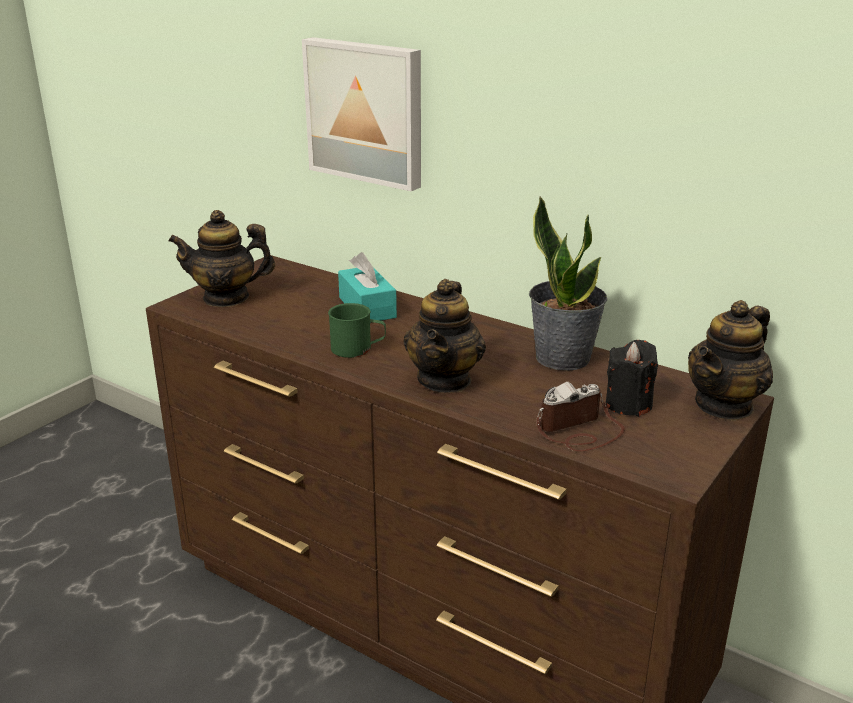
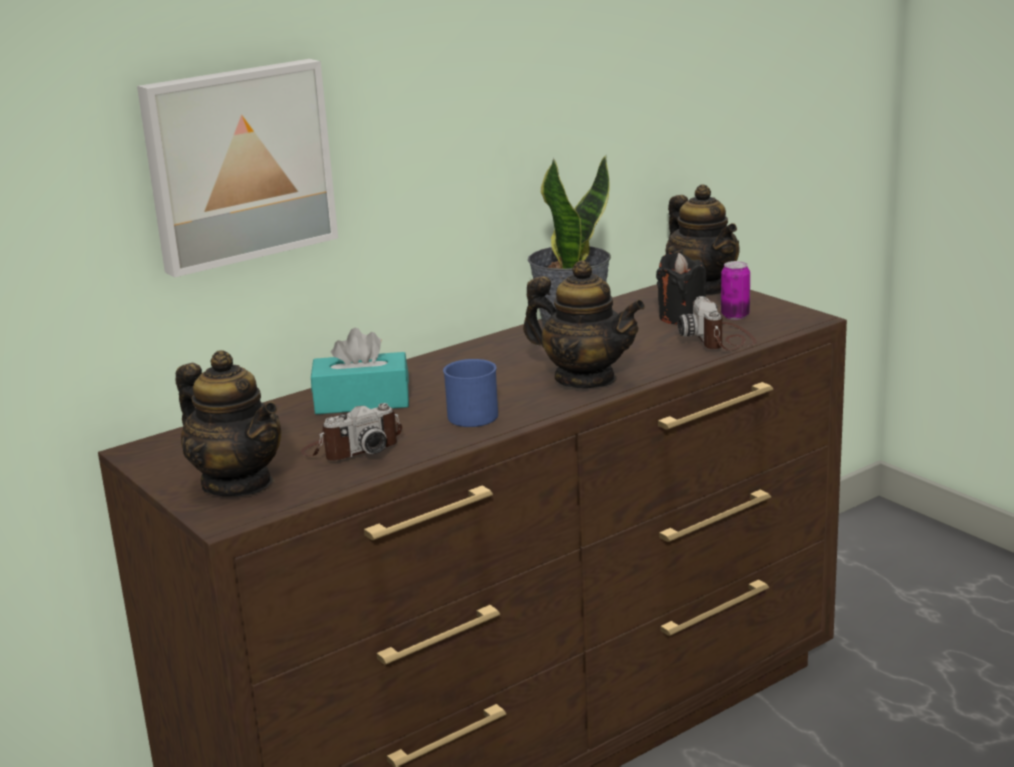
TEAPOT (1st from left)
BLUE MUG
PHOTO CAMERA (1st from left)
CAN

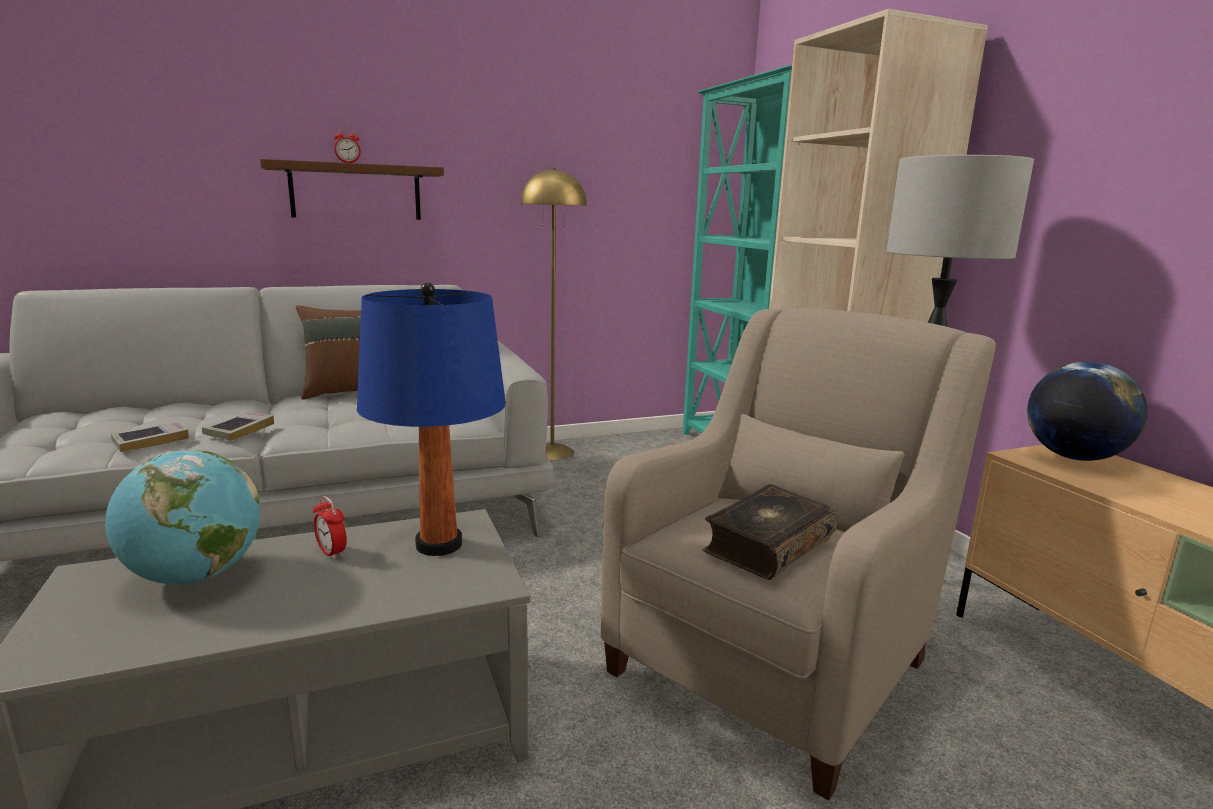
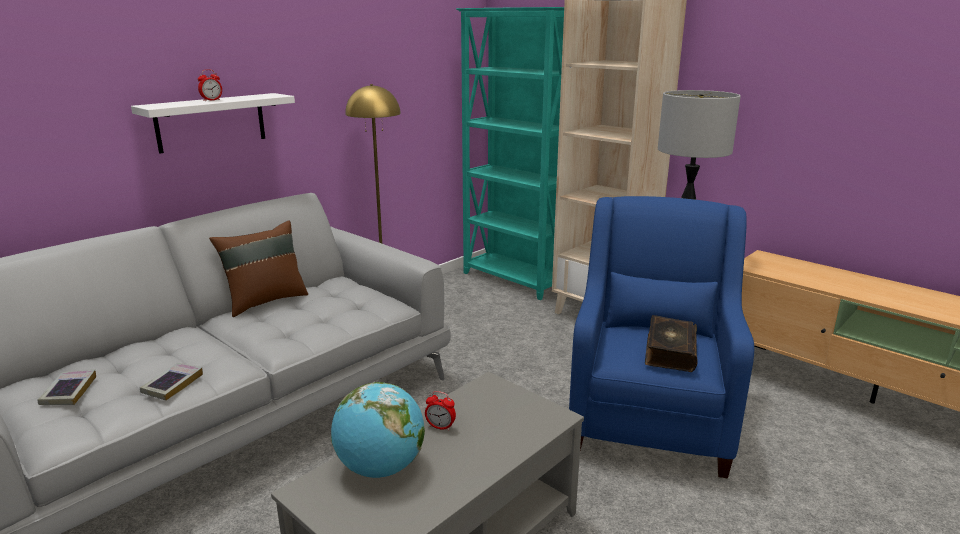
BOOK (1st from left)
WHITE SHELF
BLUE TABLE LAMP
BLUE ARMCHAIR
GLOBE (2nd from left in the first image)

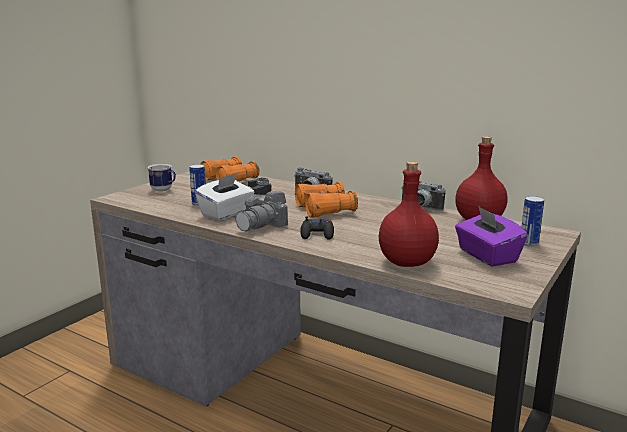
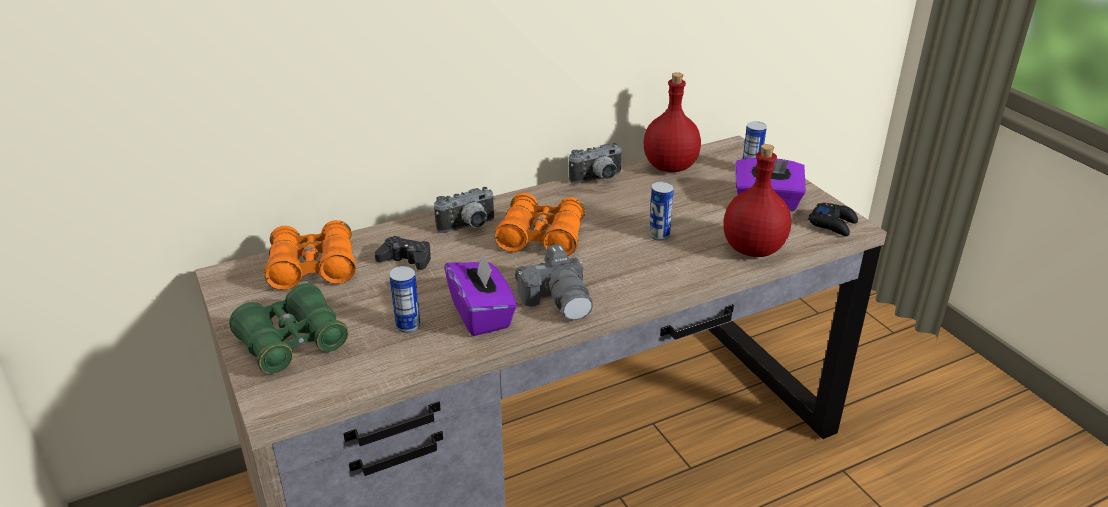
GREEN BINOCULARS
PURPLE TISSUE BOX (1st from left)
BLACK GAME CONTROLLER (2nd from left)
CAN (2nd from left)

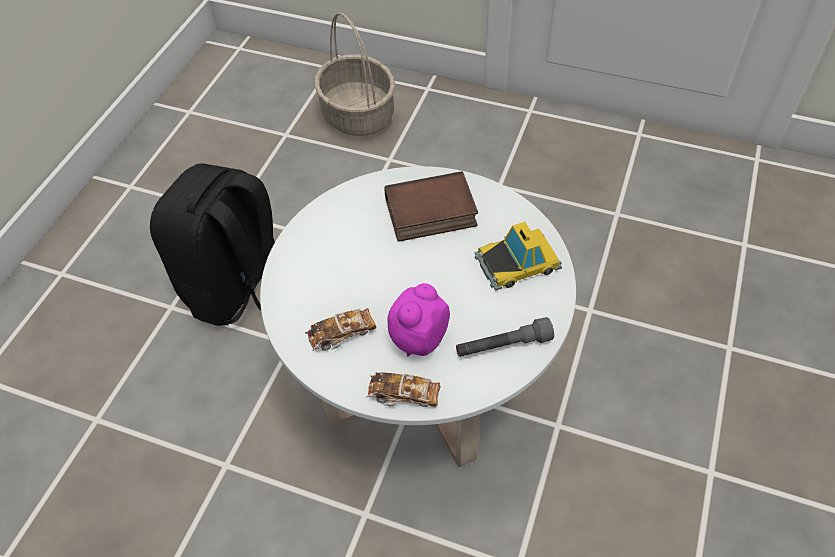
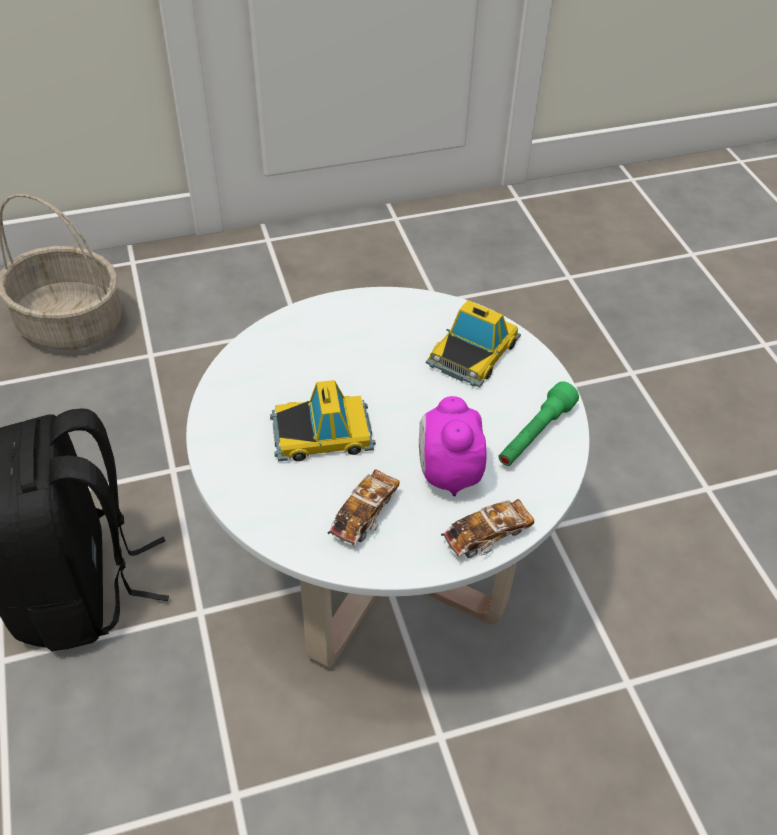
BOOK
GREEN FLASHLIGHT
TOY CAR (1st from left)

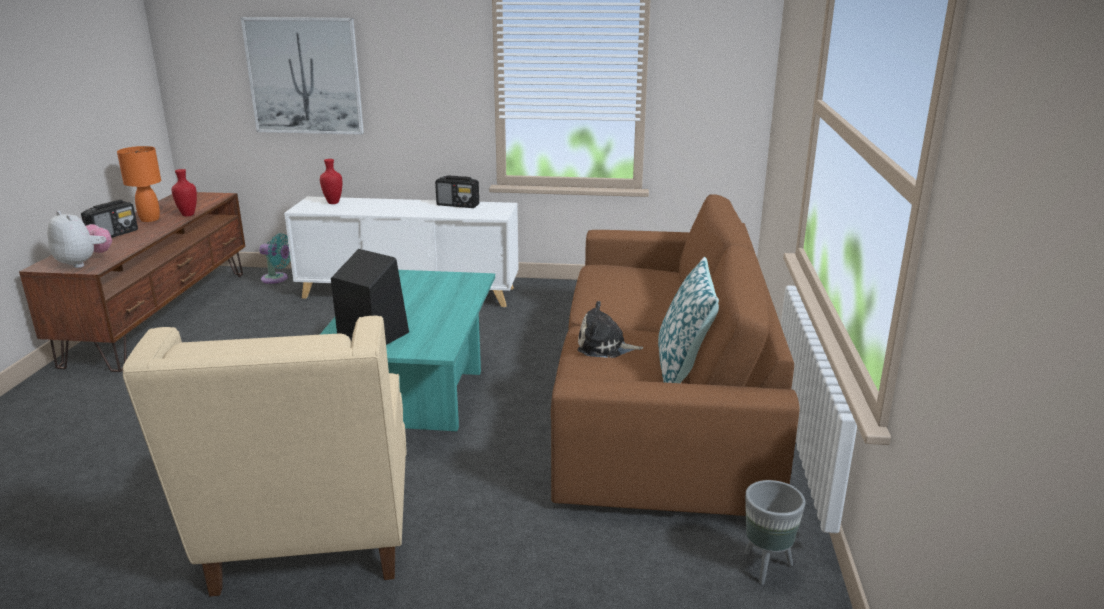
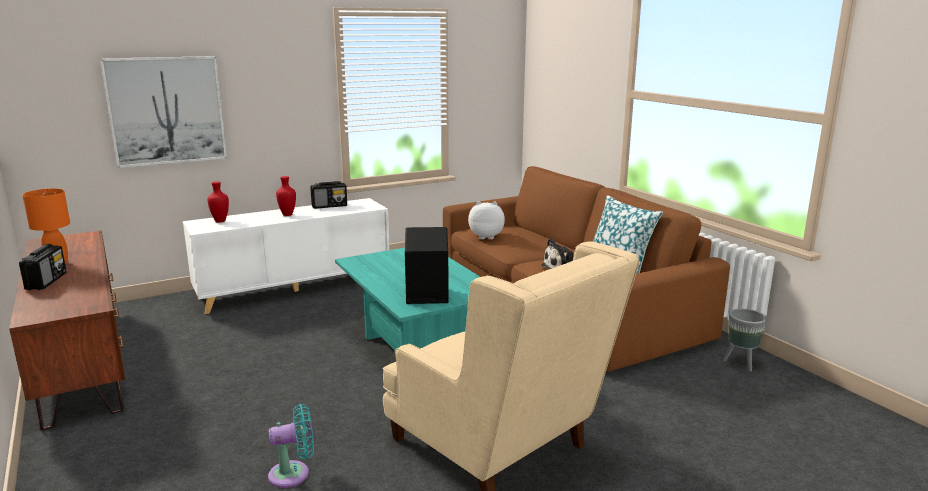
PLUSH TOY (1st from left)
RED VASE (2nd from left)
TURQUOISE FAN

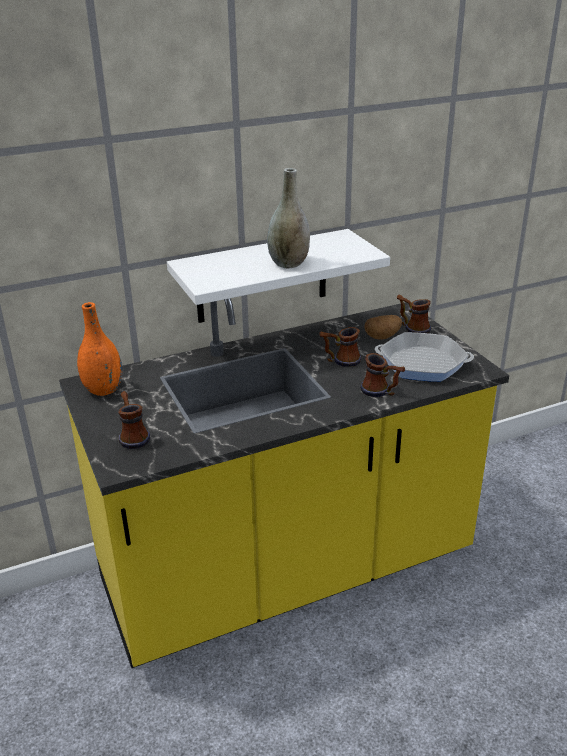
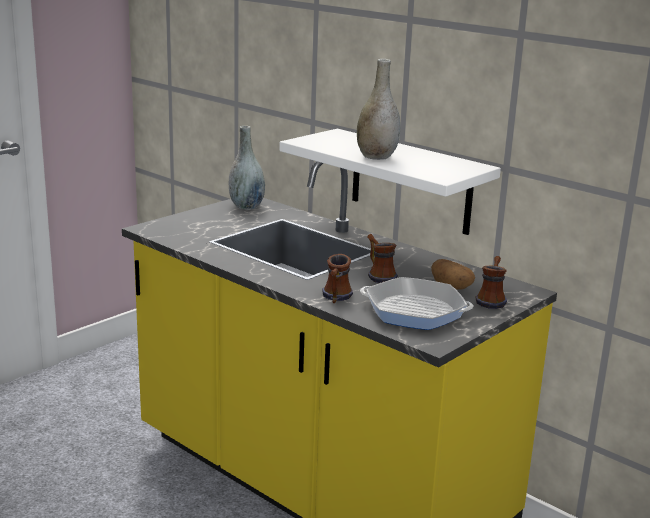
GREY VASE (1st from left)
MUG (1st from left in the first image)
FRYING PAN

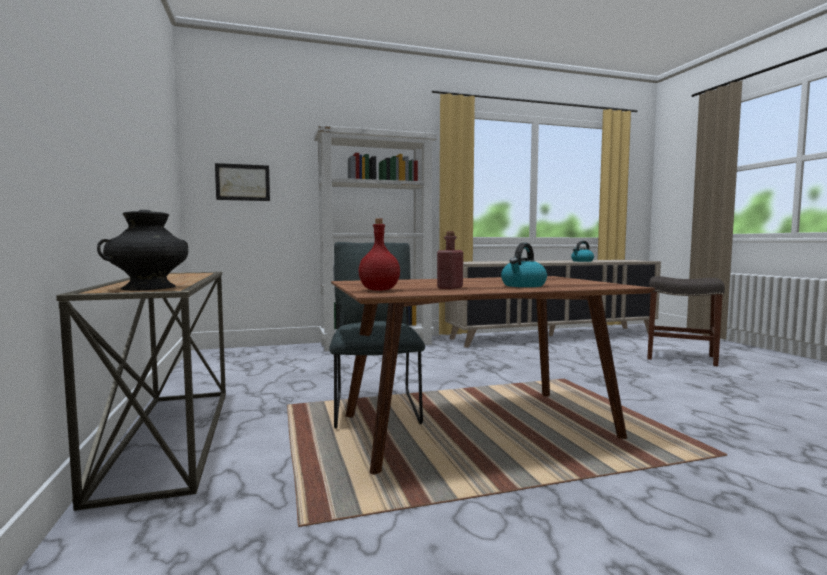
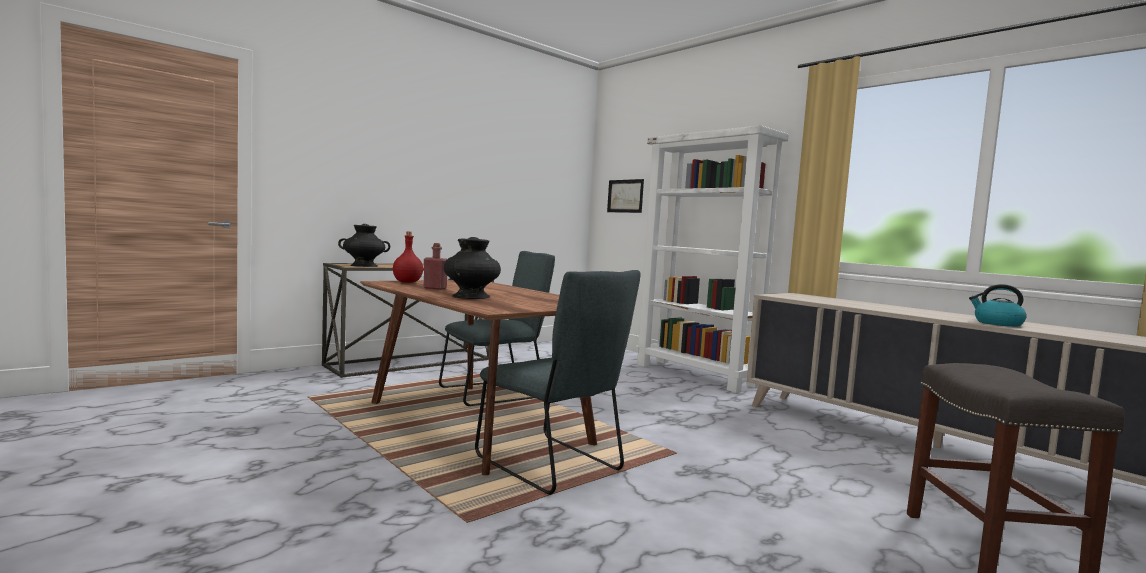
BLACK VASE (2nd from left)
GREY CHAIR (2nd from left)

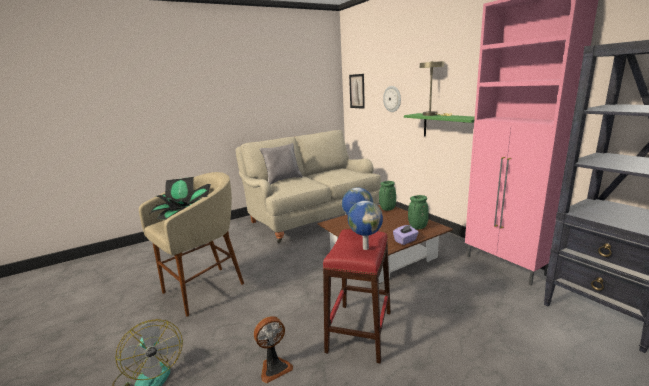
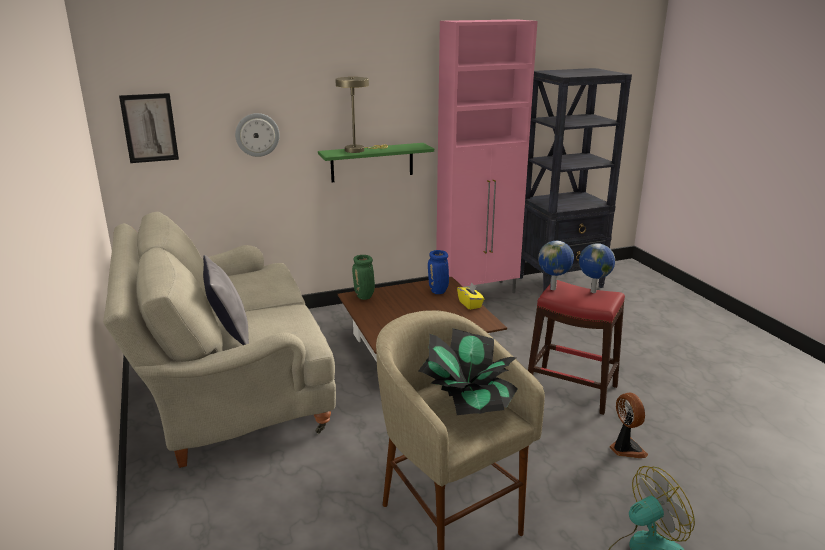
YELLOW TISSUE BOX
BLUE VASE

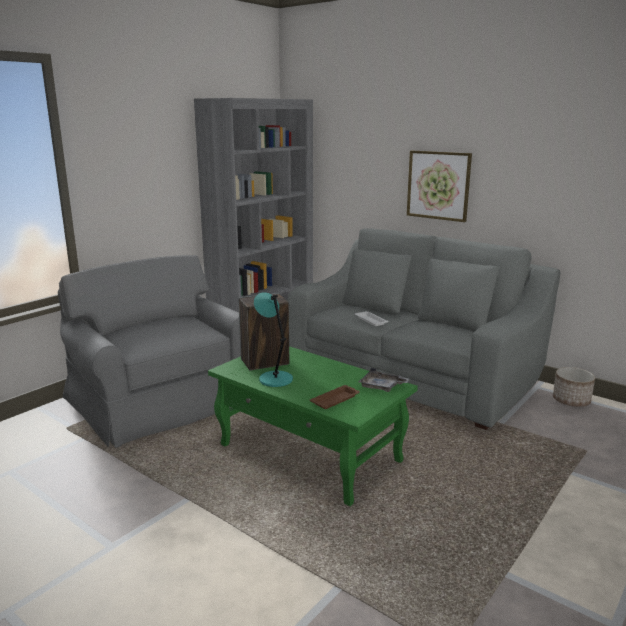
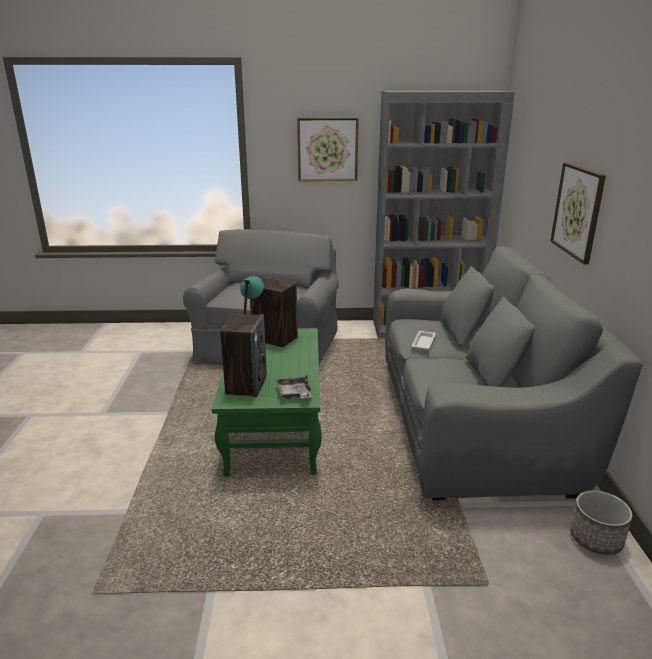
SPEAKER (1st from left)
PICTURE (1st from left)

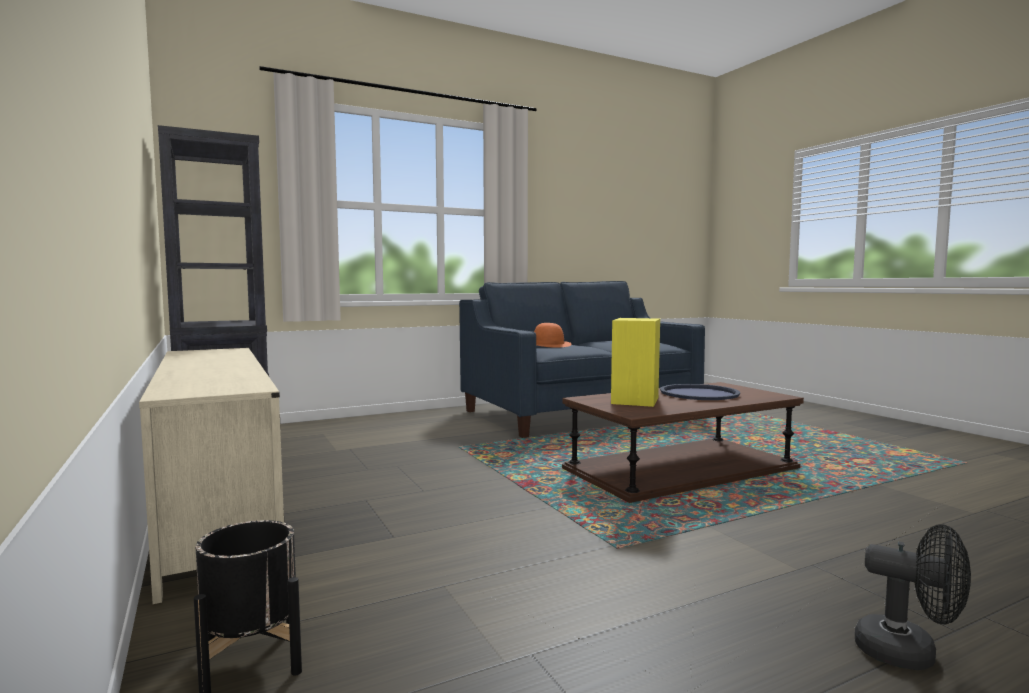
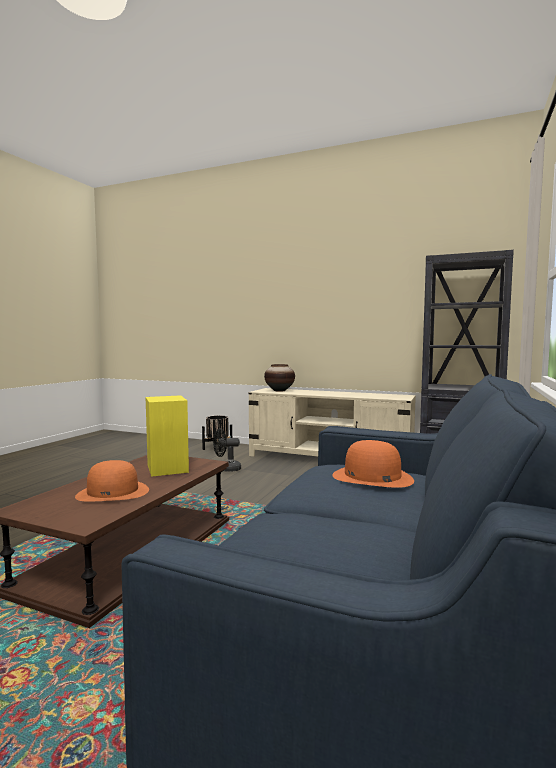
ORANGE HAT (1st from left)
BLACK FAN
VASE

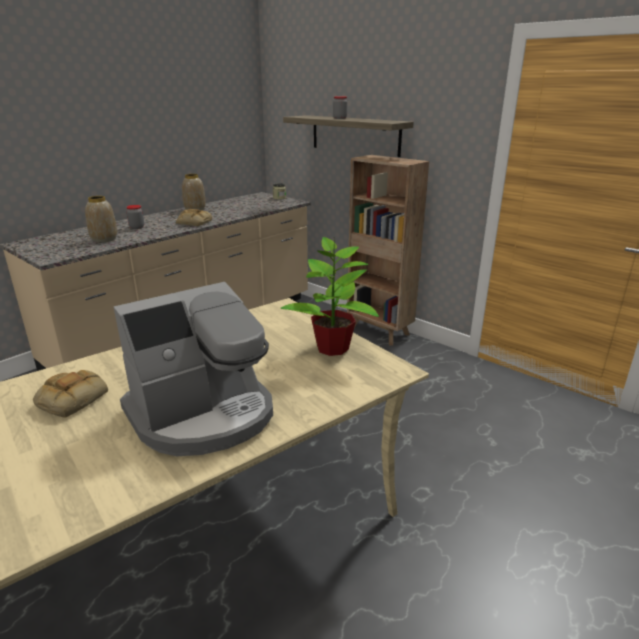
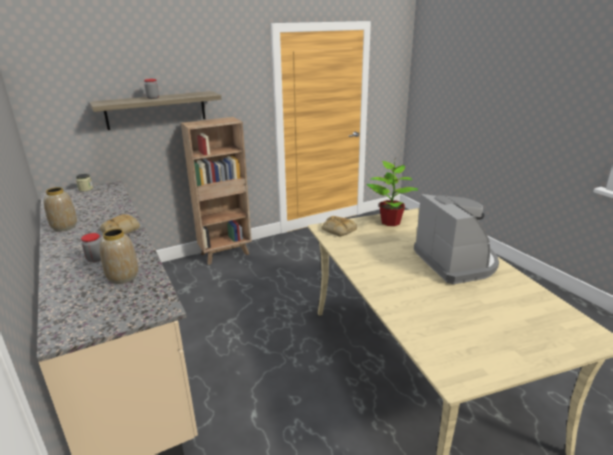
BREAD (2nd from left)

